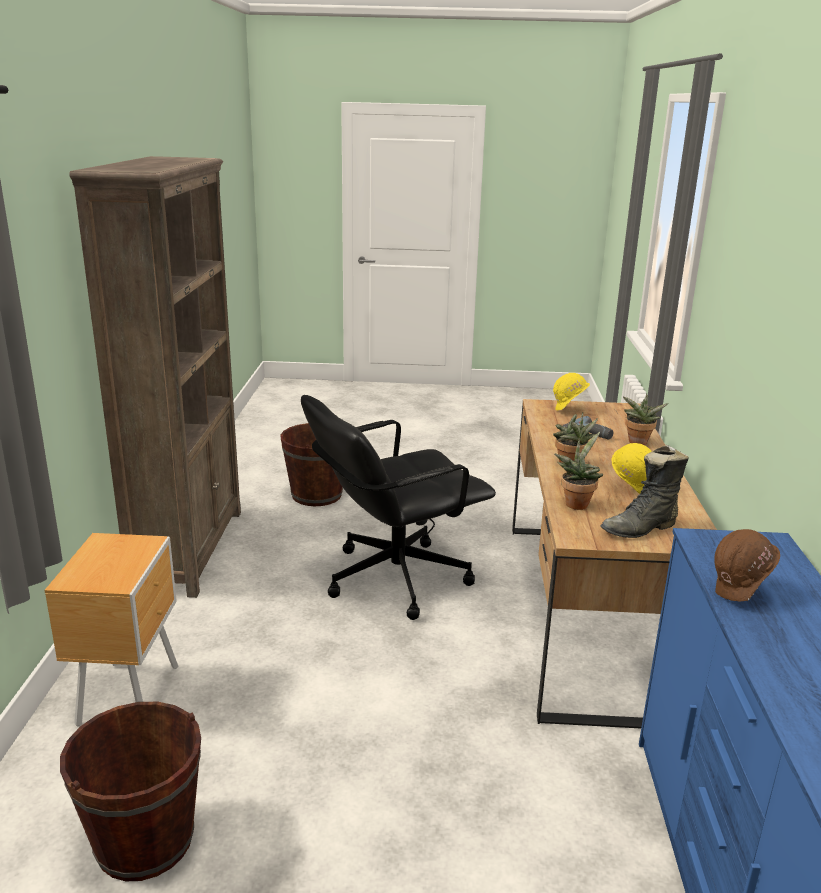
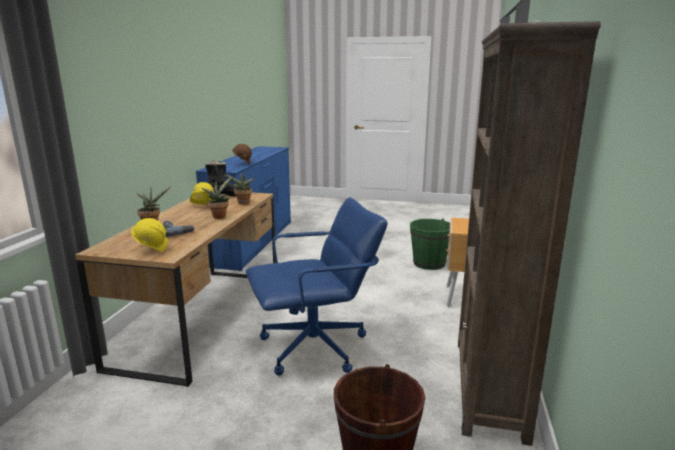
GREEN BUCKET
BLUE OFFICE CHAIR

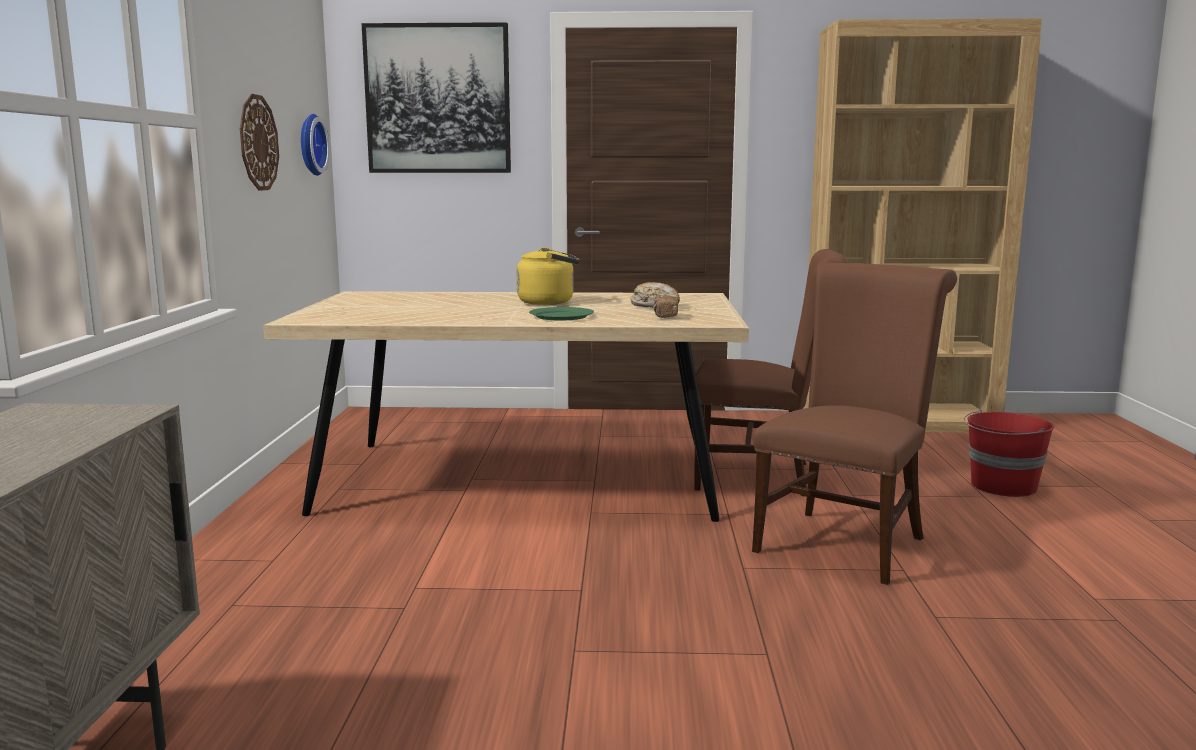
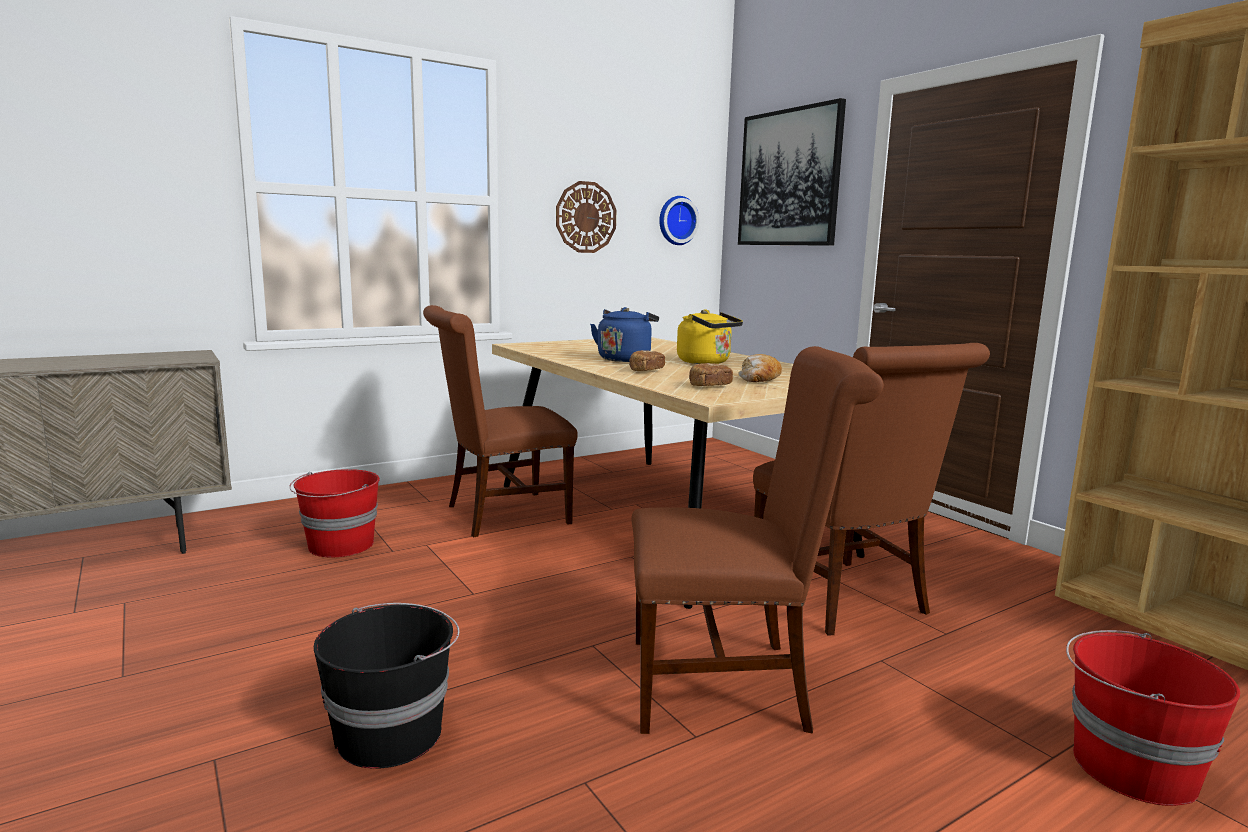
BREAD (1st from left)
RED BUCKET (1st from left)
BLACK BUCKET
BROWN CHAIR (1st from left)
BLUE KETTLE

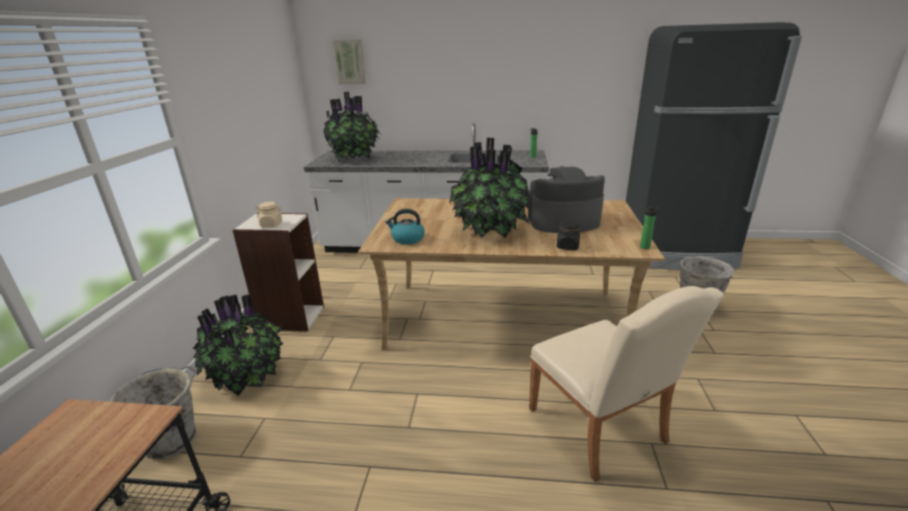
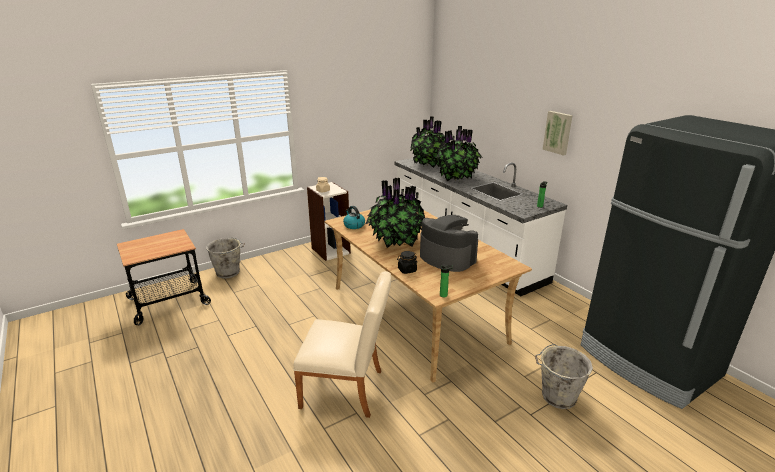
POTTED PLANT (3rd from left)
PICTURE
BEIGE CHAIR

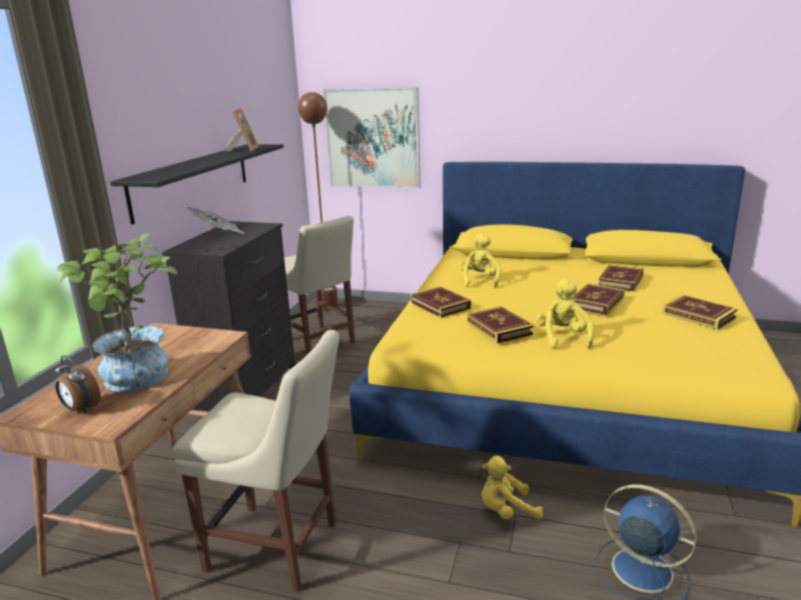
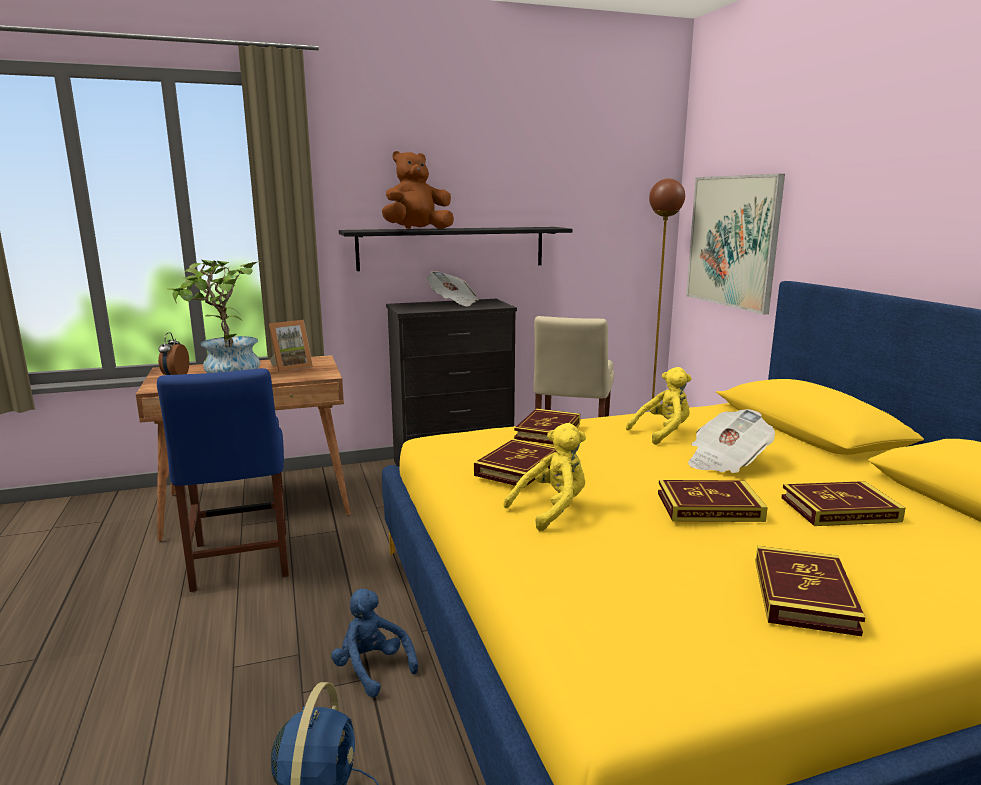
BLUE CHAIR
PICTURE FRAME
BLUE PLUSH TOY
BROWN PLUSH TOY
NEWSPAPER (2nd from left)

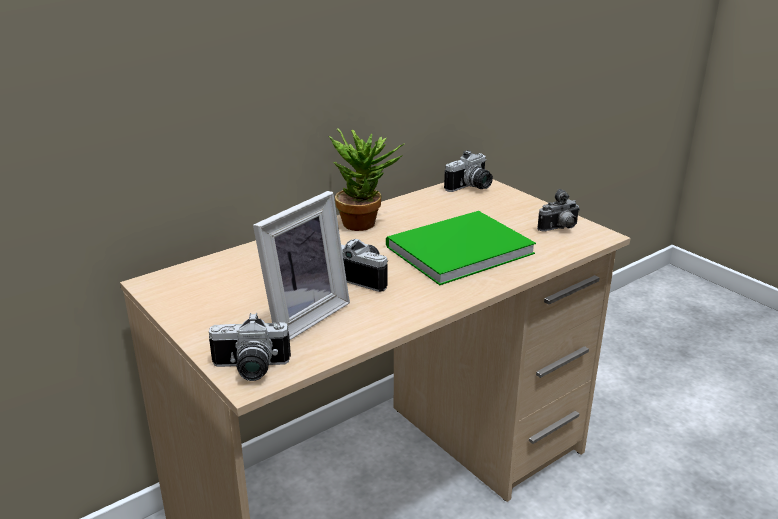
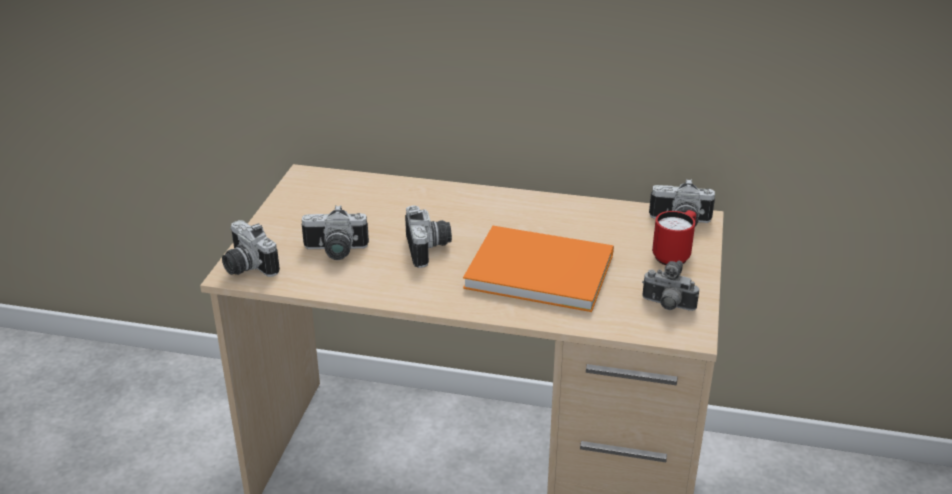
PHOTO CAMERA (2nd from left)
POTTED PLANT
ORANGE BOOK
RED MUG

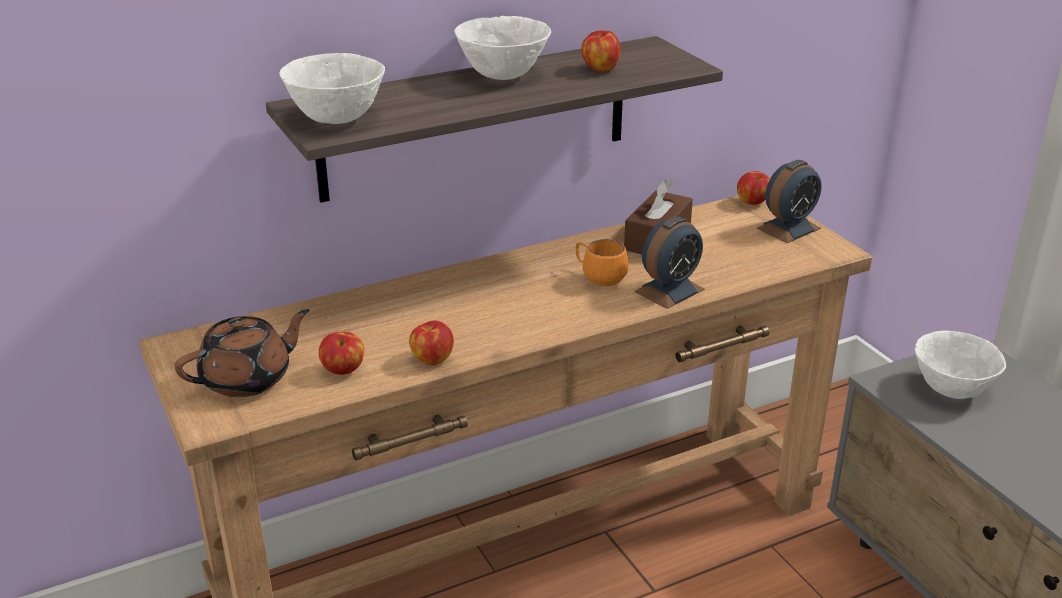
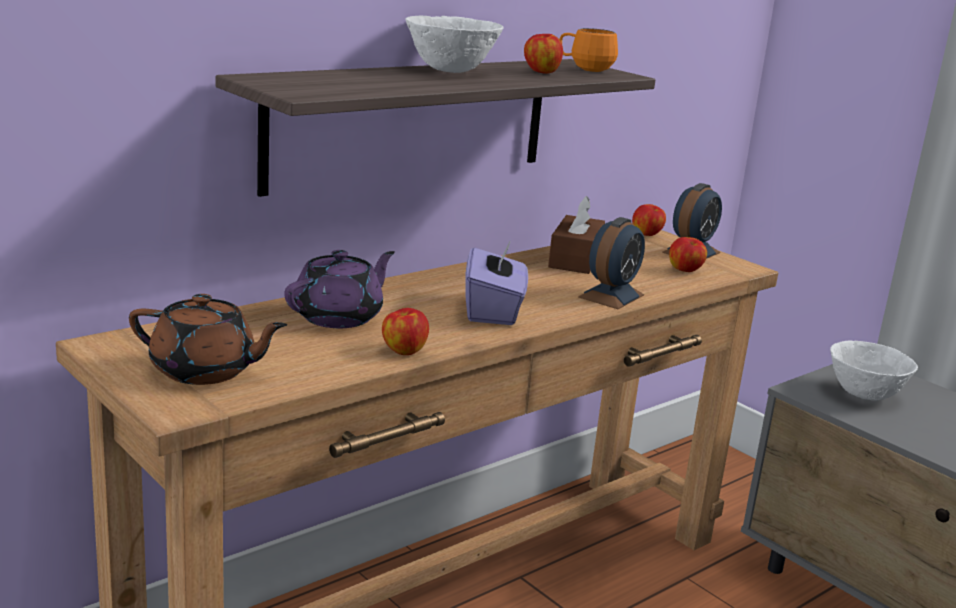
BROWN TEAPOT
WHITE BOWL (1st from left in the first image)
APPLE (4th from left)
ORANGE MUG
PURPLE TEAPOT
PURPLE TISSUE BOX

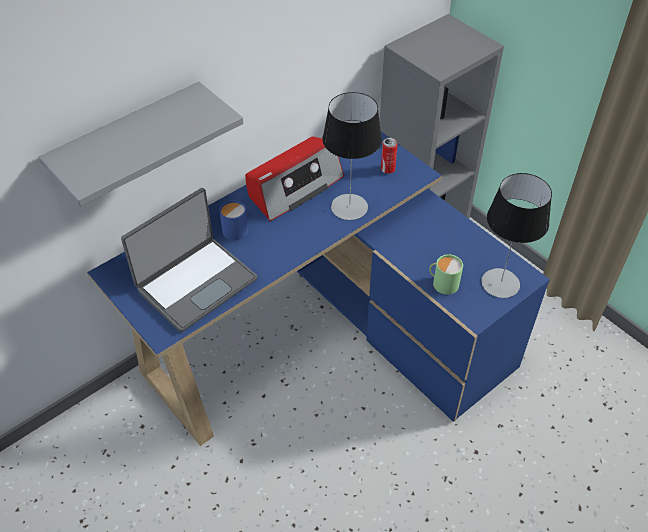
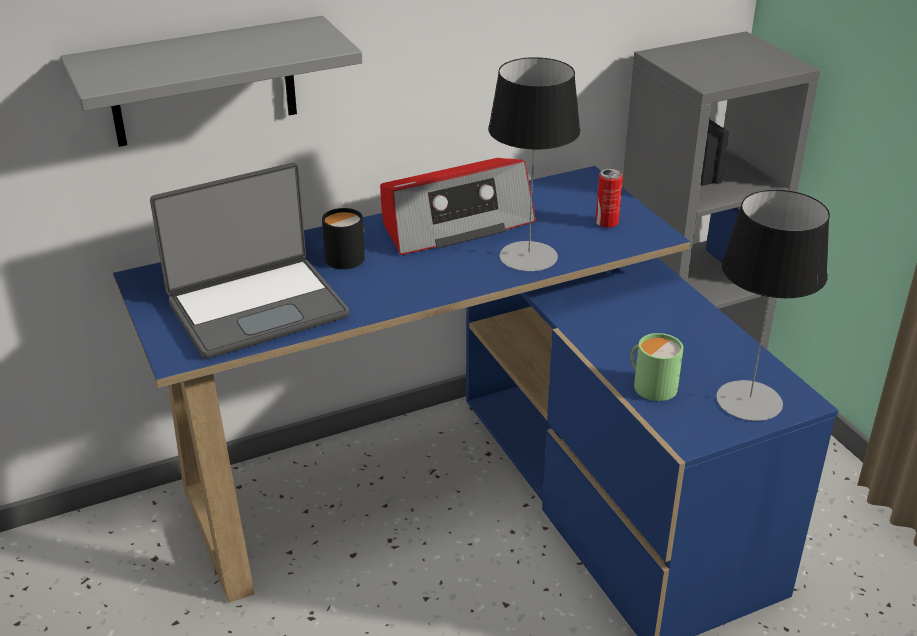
BLACK MUG

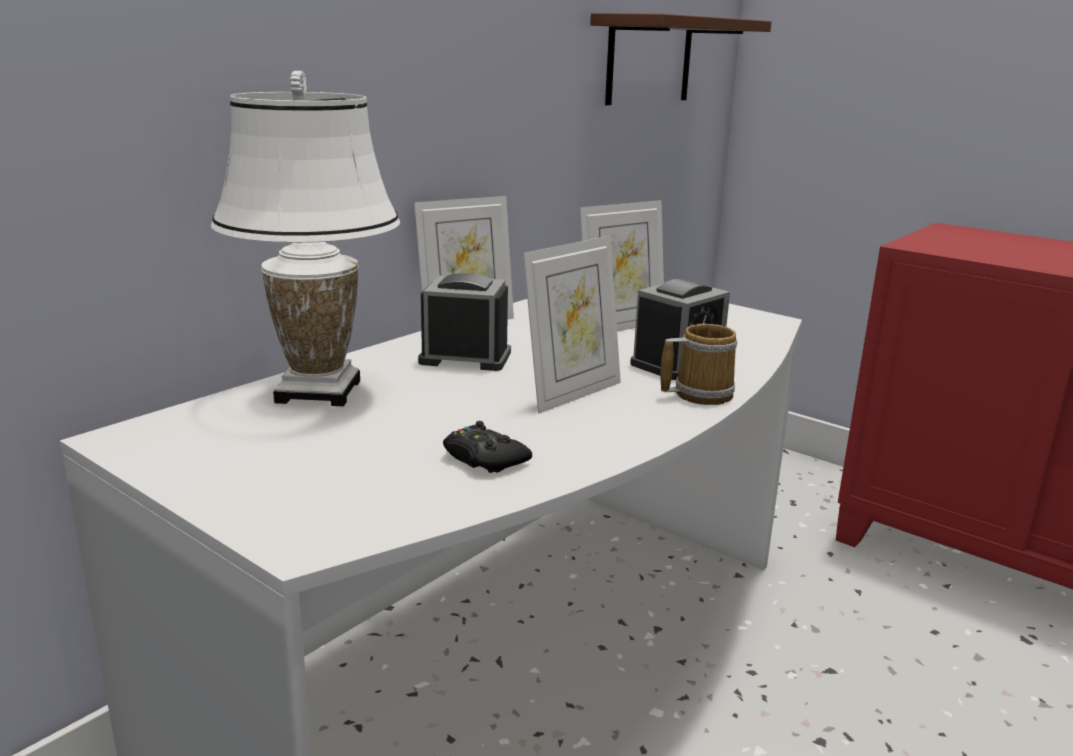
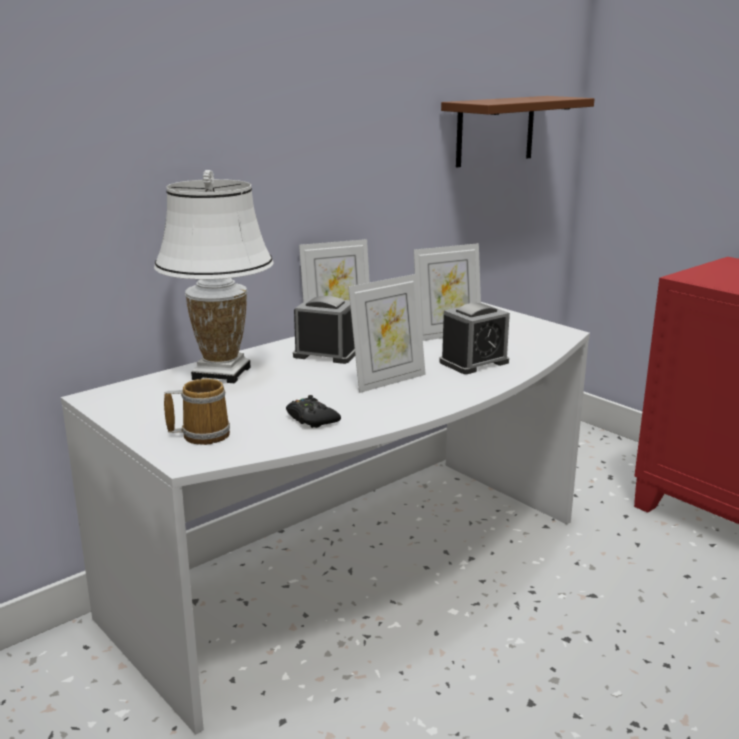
MUG

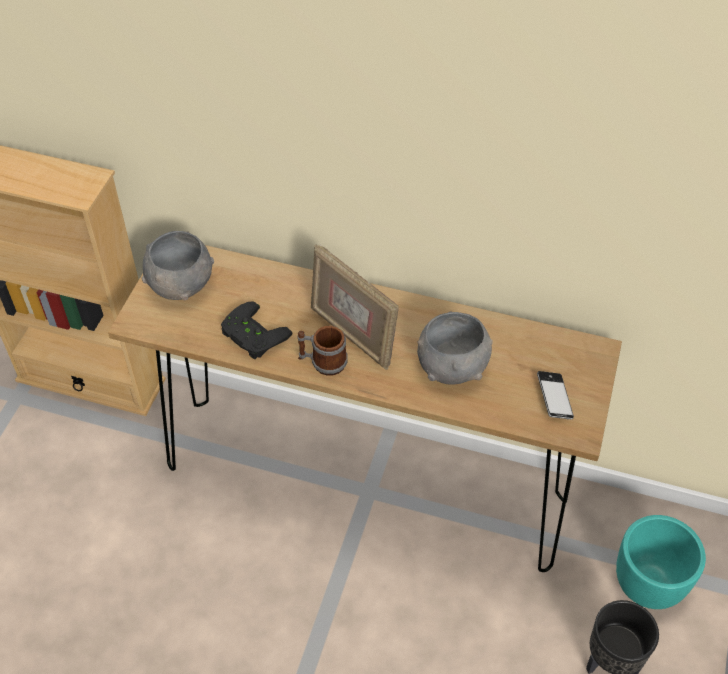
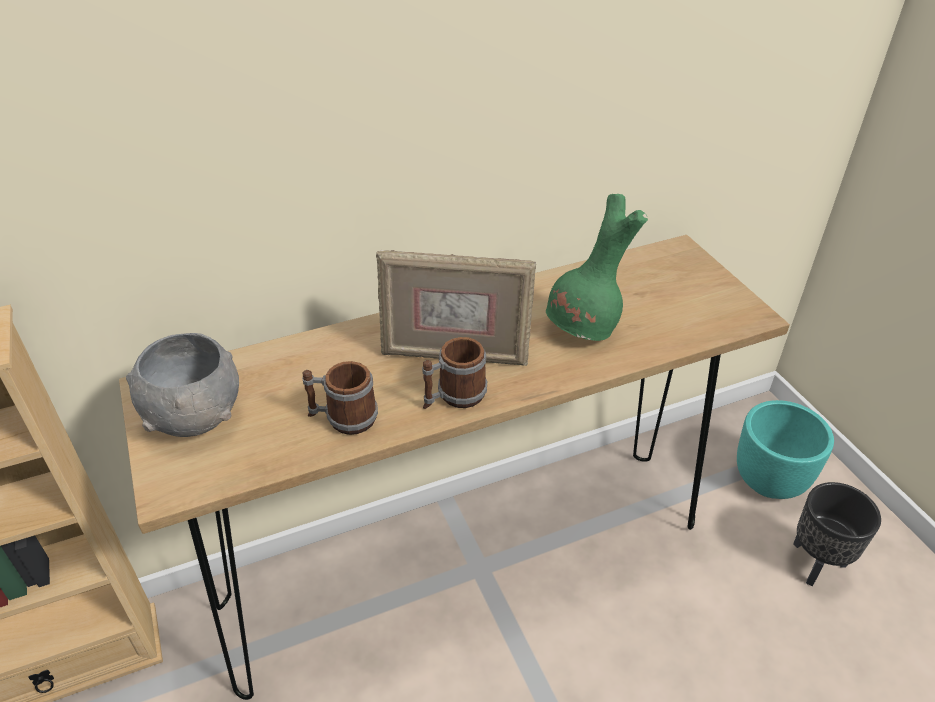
MUG (1st from left)
GREEN VASE
PHONE

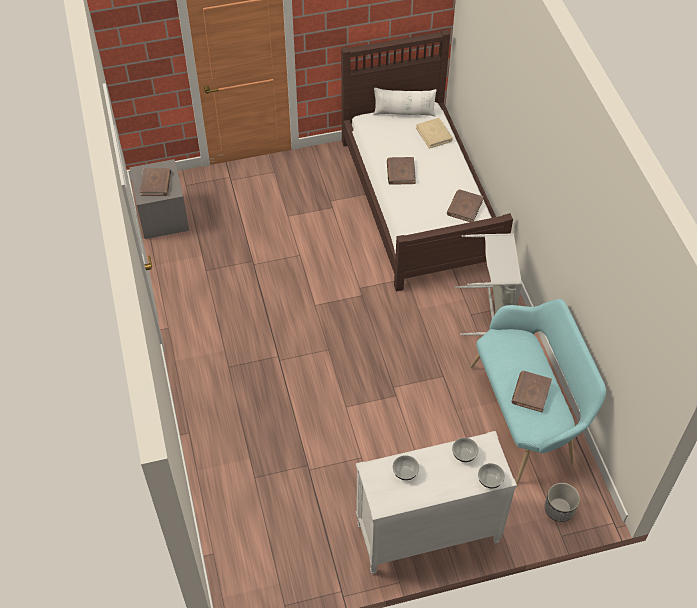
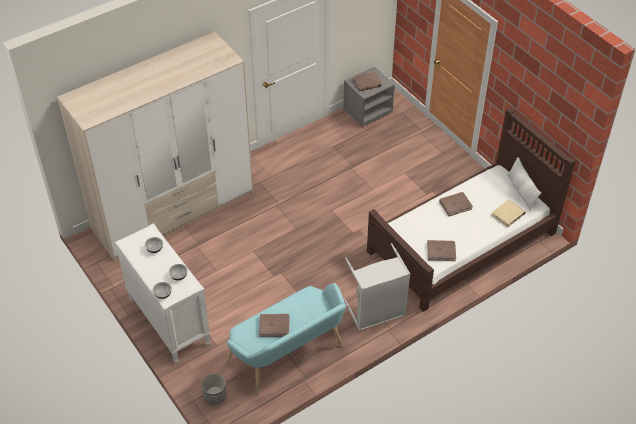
WARDROBE

